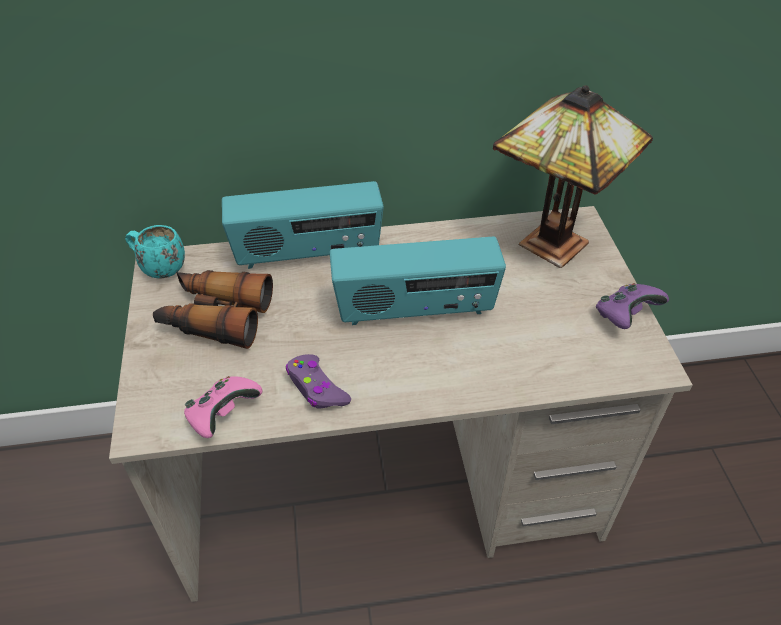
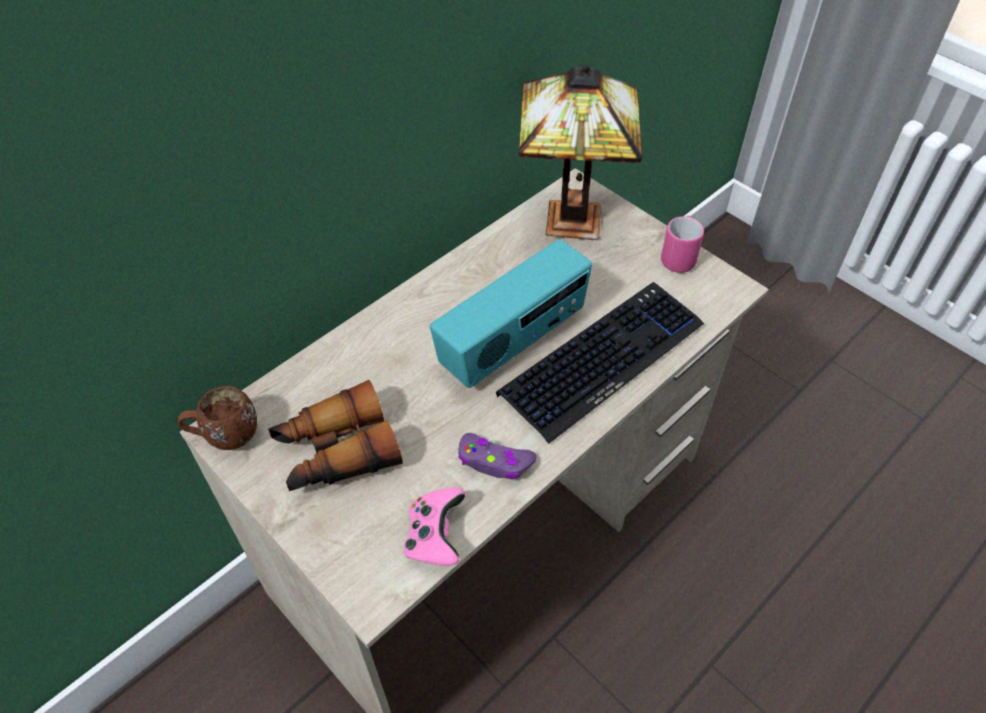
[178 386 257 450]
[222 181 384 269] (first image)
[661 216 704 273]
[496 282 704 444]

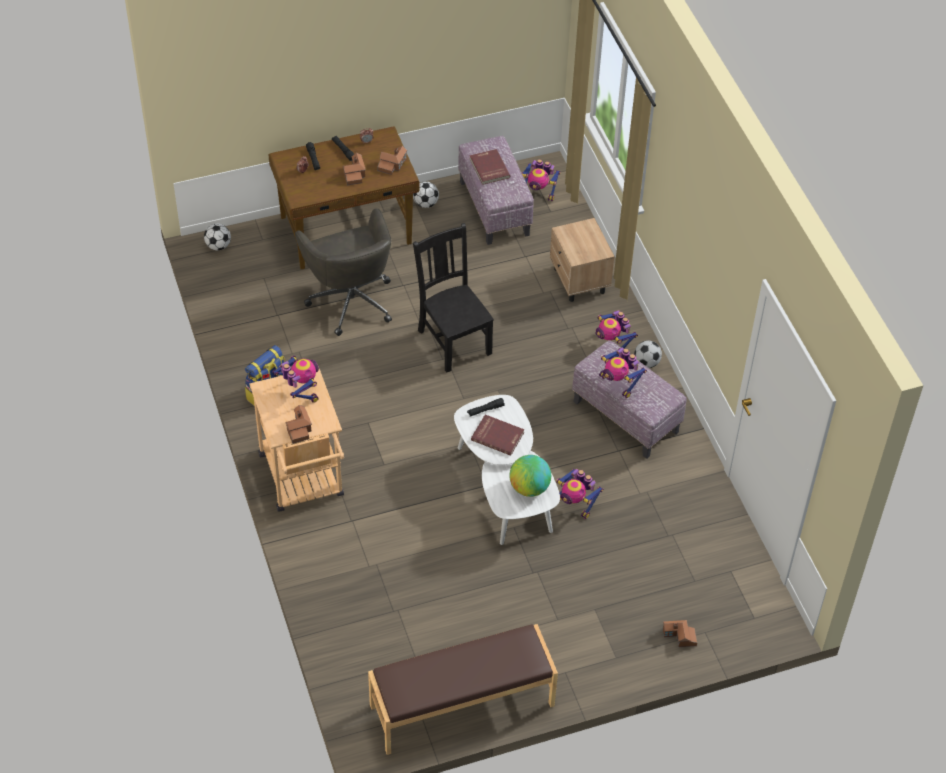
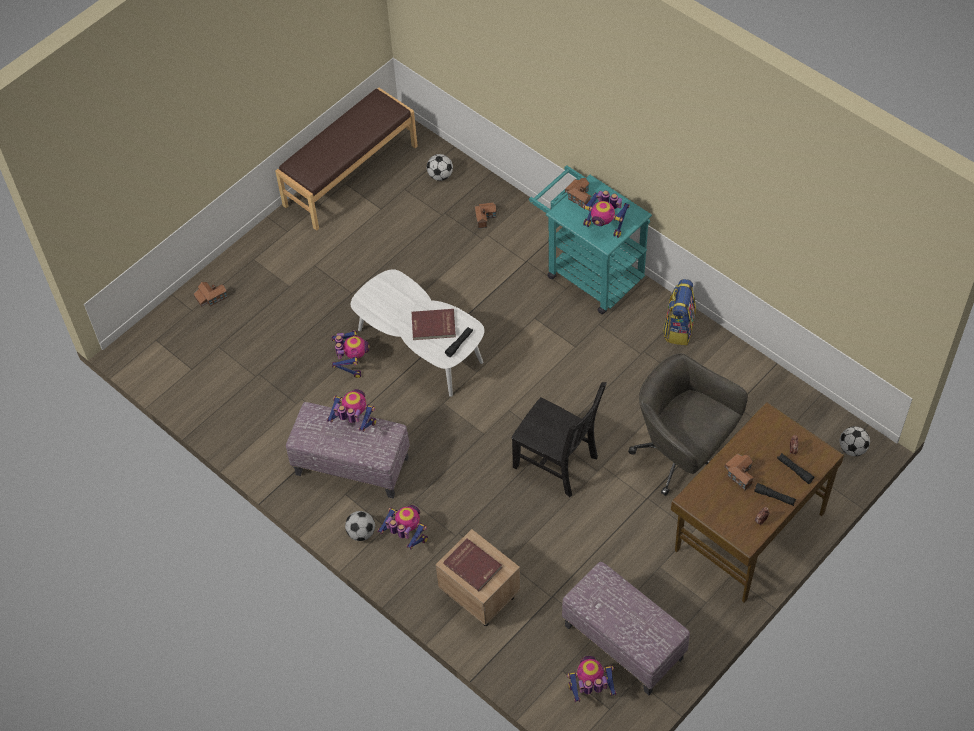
[529 165 652 314]
[475 202 497 229]
[427 154 453 181]
[443 538 502 591]
[509 455 551 497] (first image)
[332 330 370 378]

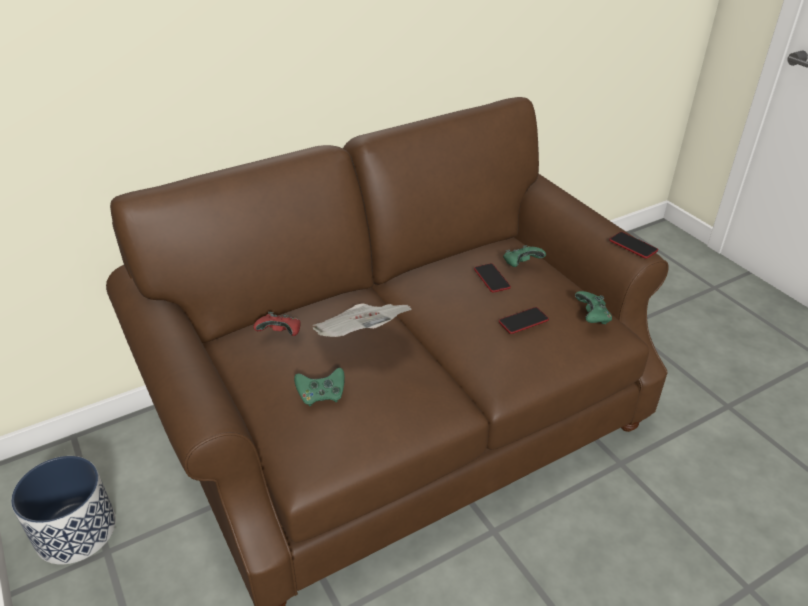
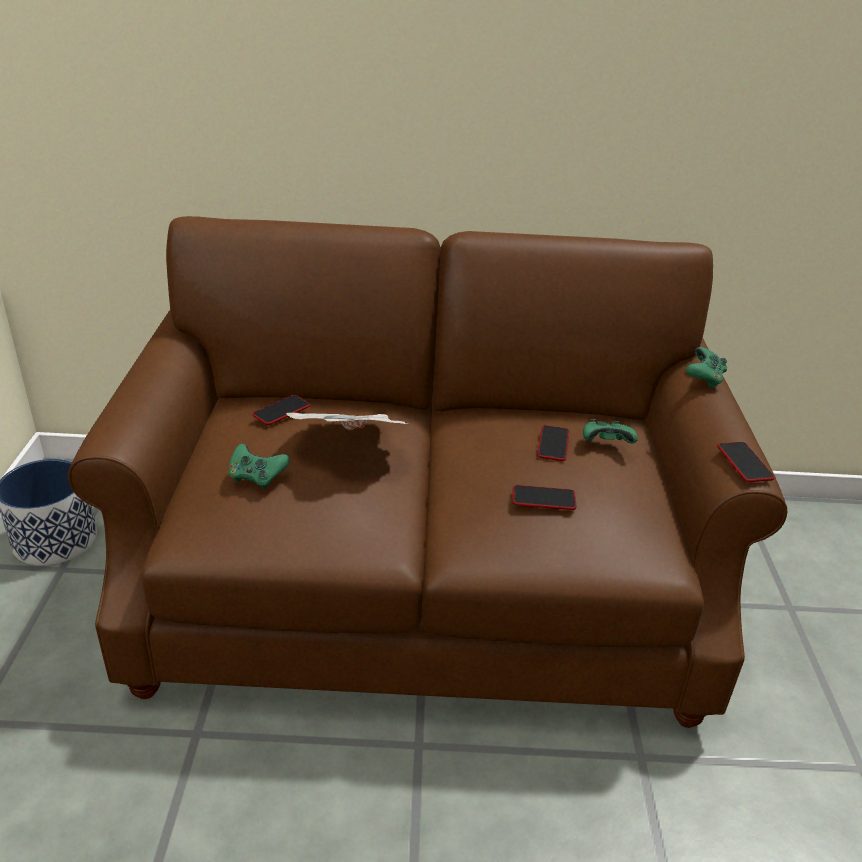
[252 395 310 425]
[686 347 727 388]

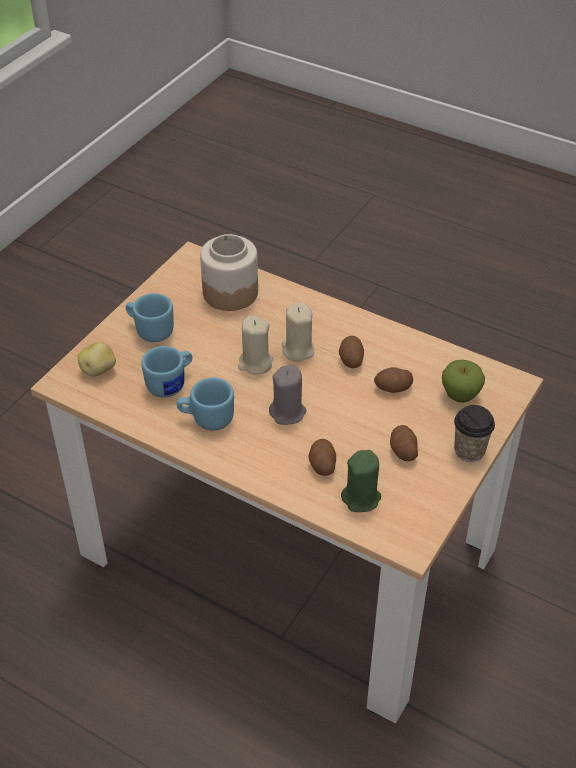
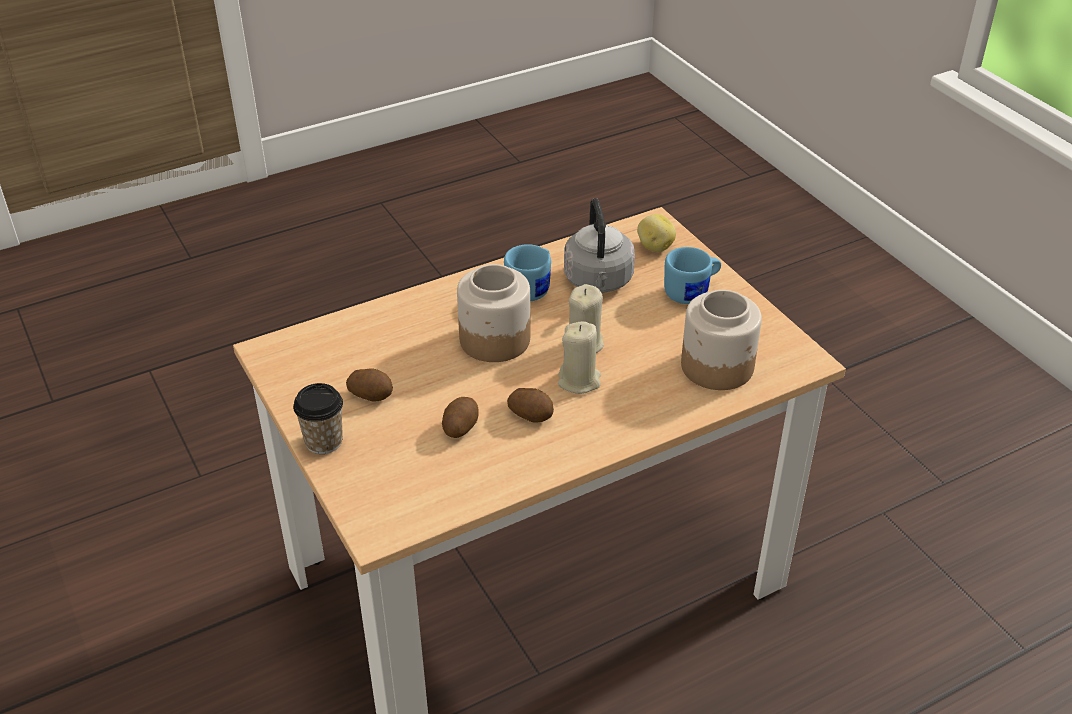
[564 198 635 293]
[457 264 530 362]
[309 439 336 476] (first image)
[341 450 381 512] (first image)
[442 360 485 403] (first image)

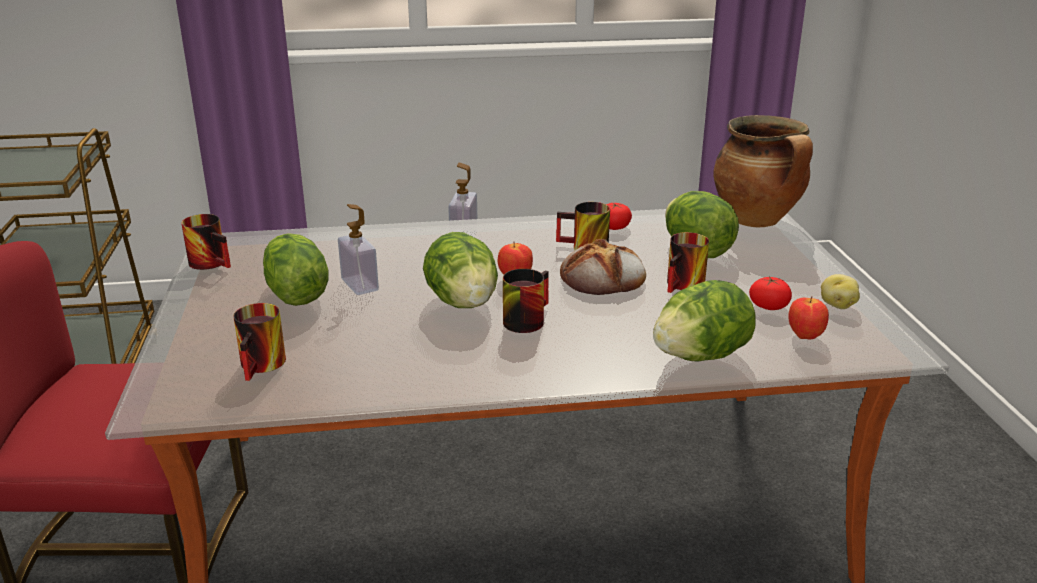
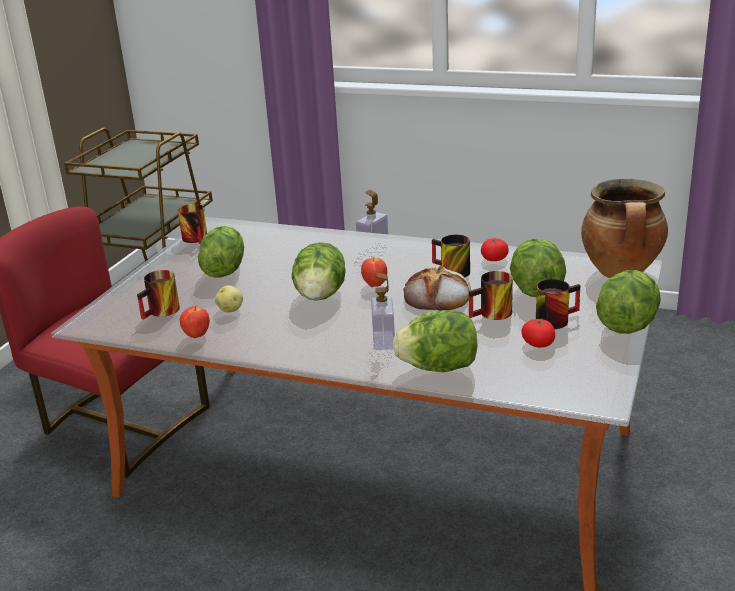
[371 273 395 350]
[536 279 581 329]
[180 306 210 338]
[215 285 243 312]
[596 270 661 334]

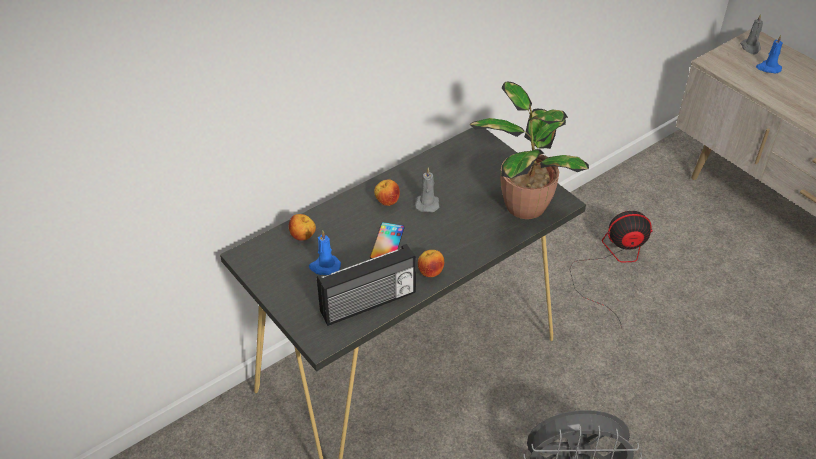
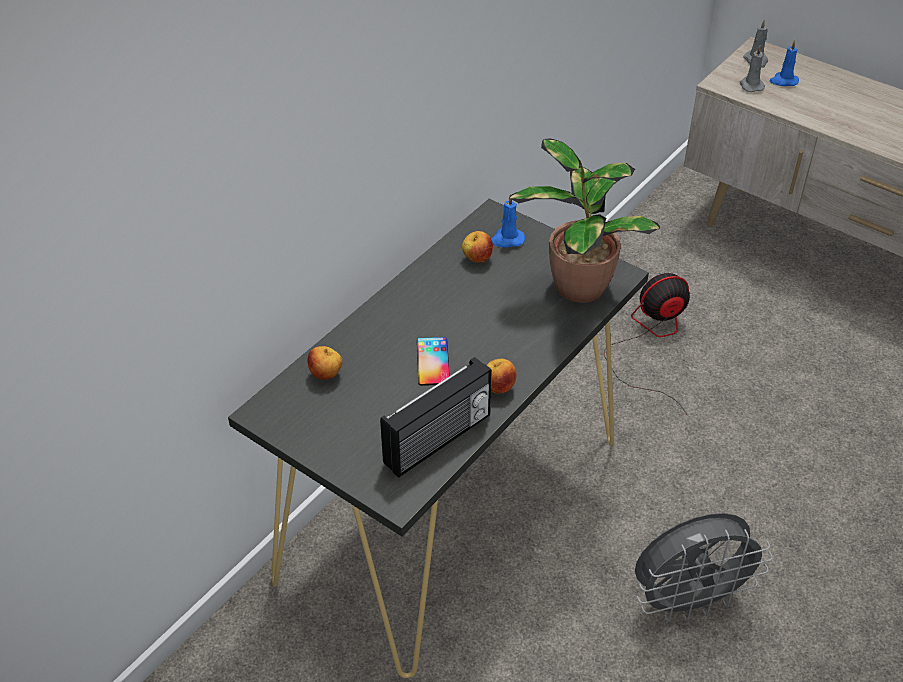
[491 194 525 248]
[462 231 493 263]
[740 46 765 92]

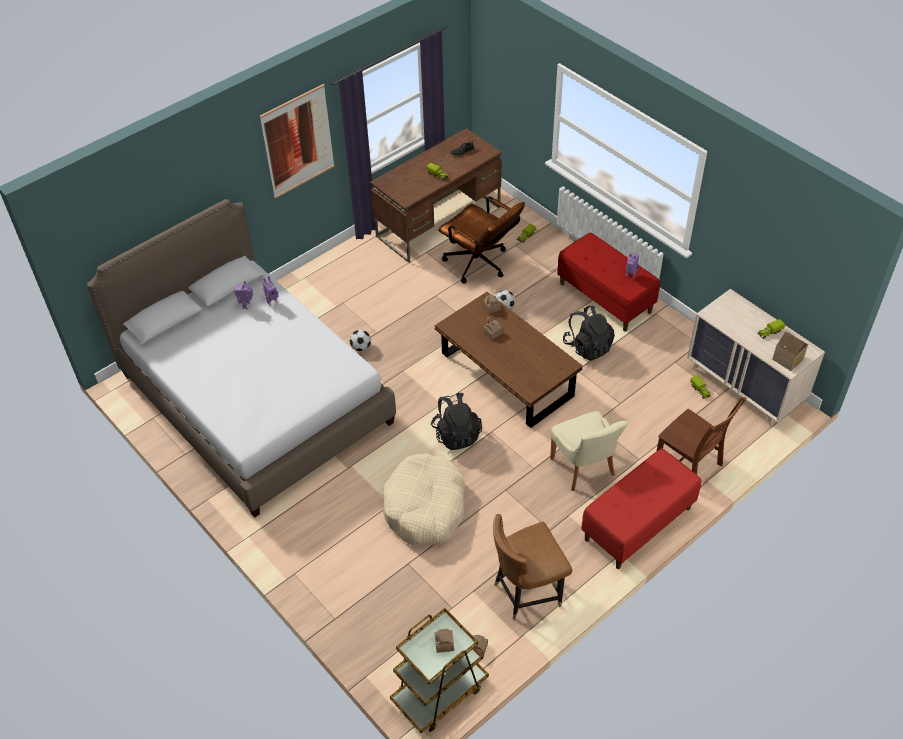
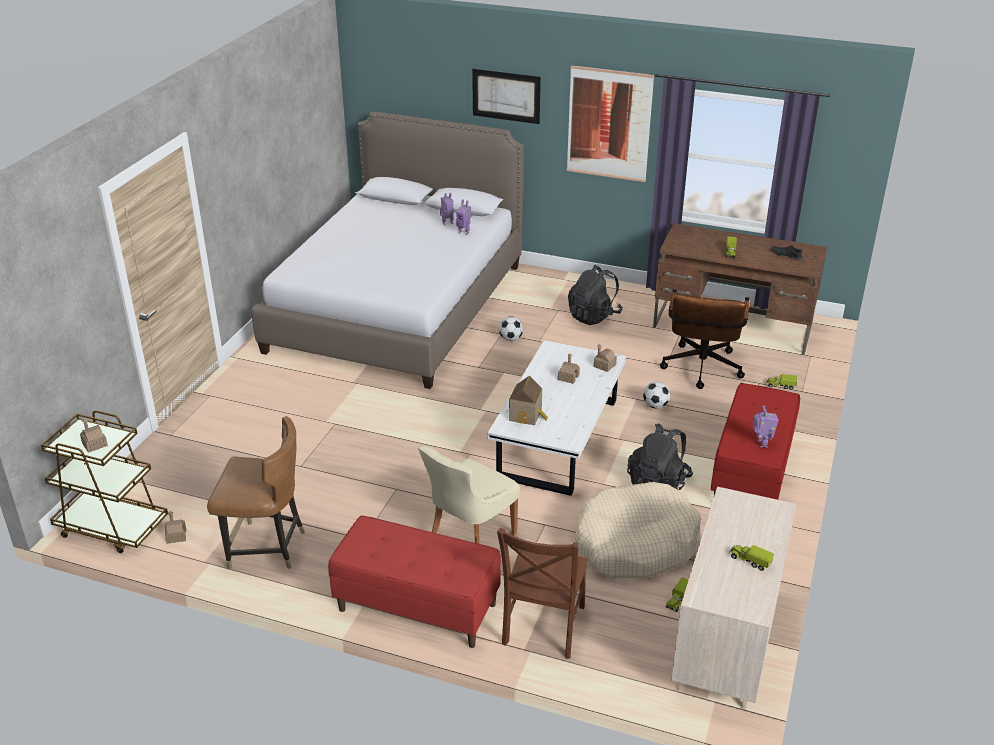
[575 482 701 579]
[568 265 623 325]
[488 340 626 496]
[207 416 305 569]
[509 376 548 425]
[472 69 541 124]

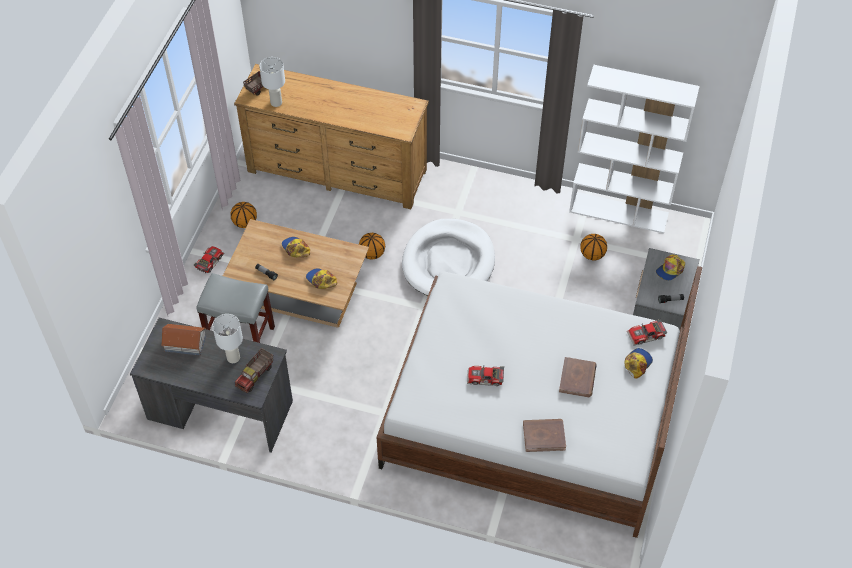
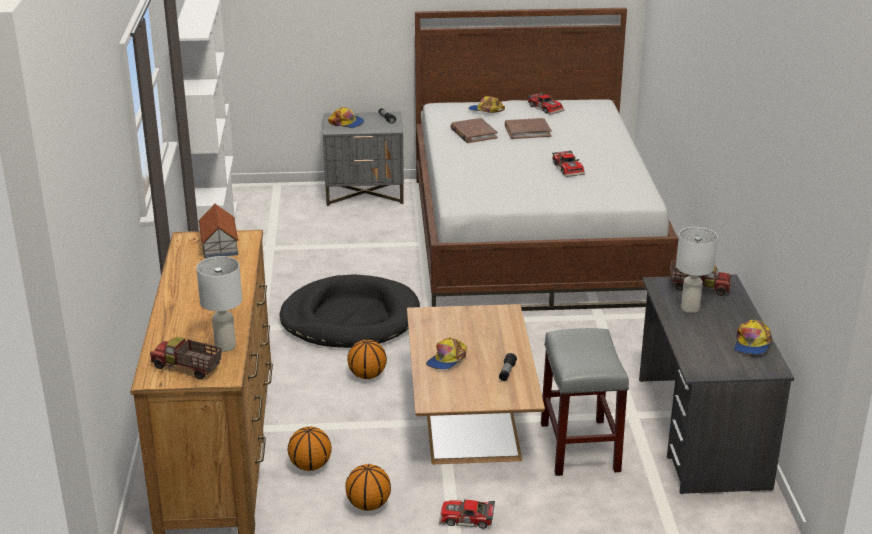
[198 204 239 259]
[734 320 772 355]
[280 274 420 348]
[451 118 498 143]
[288 426 332 471]
[527 92 564 115]

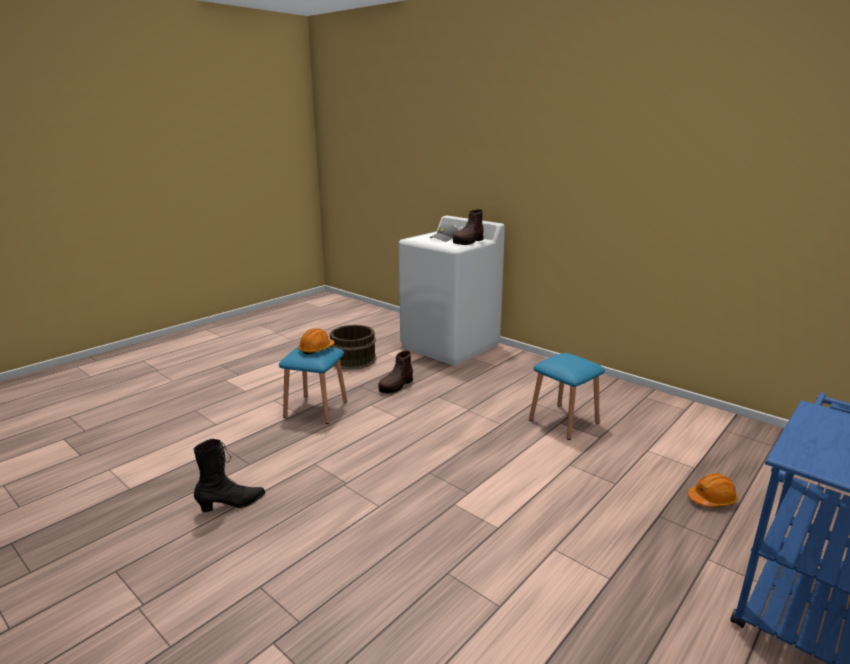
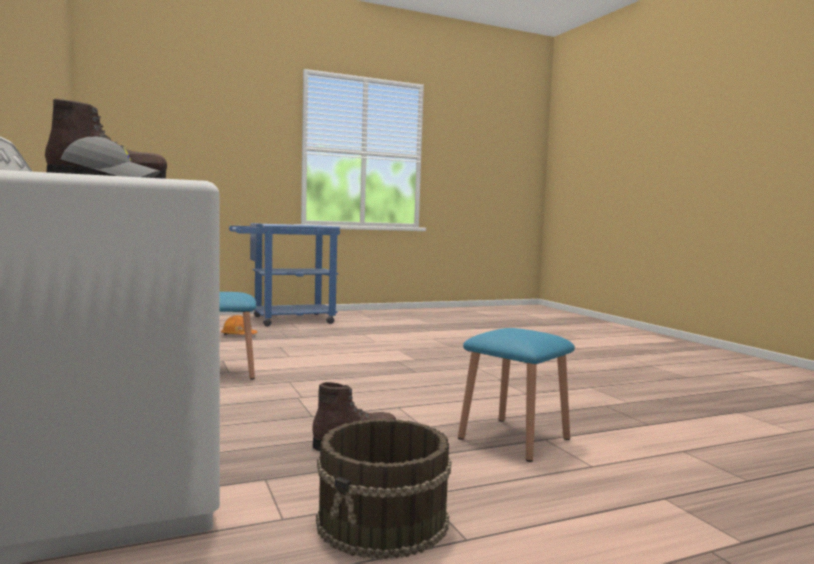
[193 439 265 512] (first image)
[298 328 335 355] (first image)

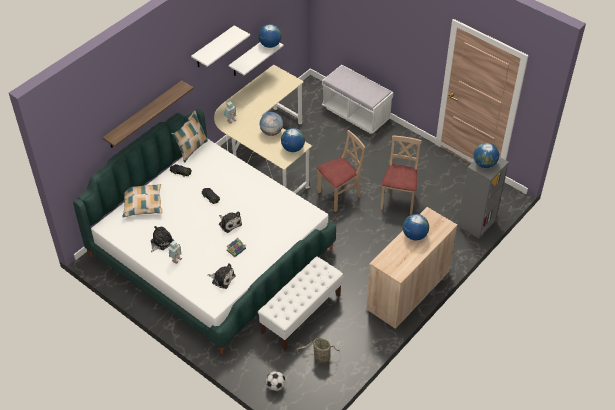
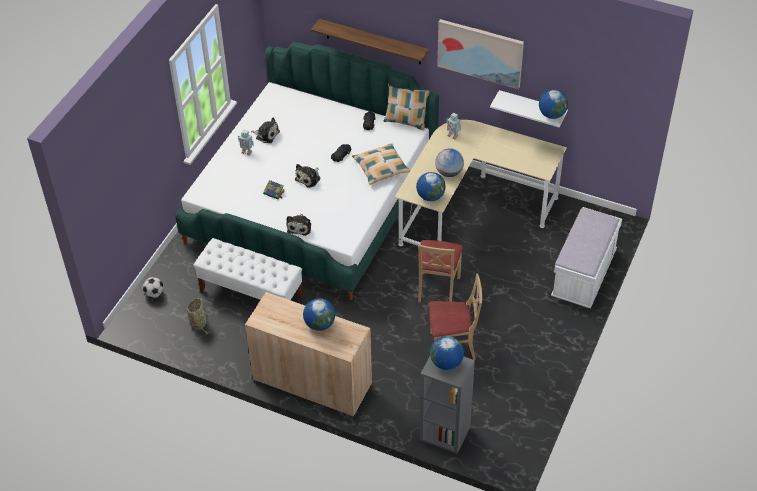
[352 143 410 185]
[437 19 524 89]
[287 214 311 236]
[418 240 463 302]

